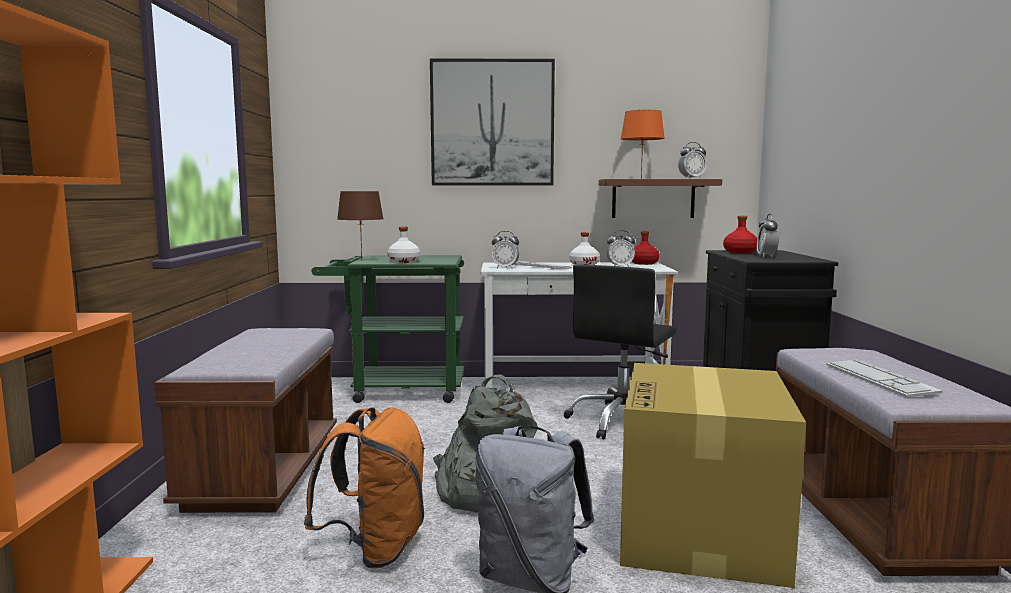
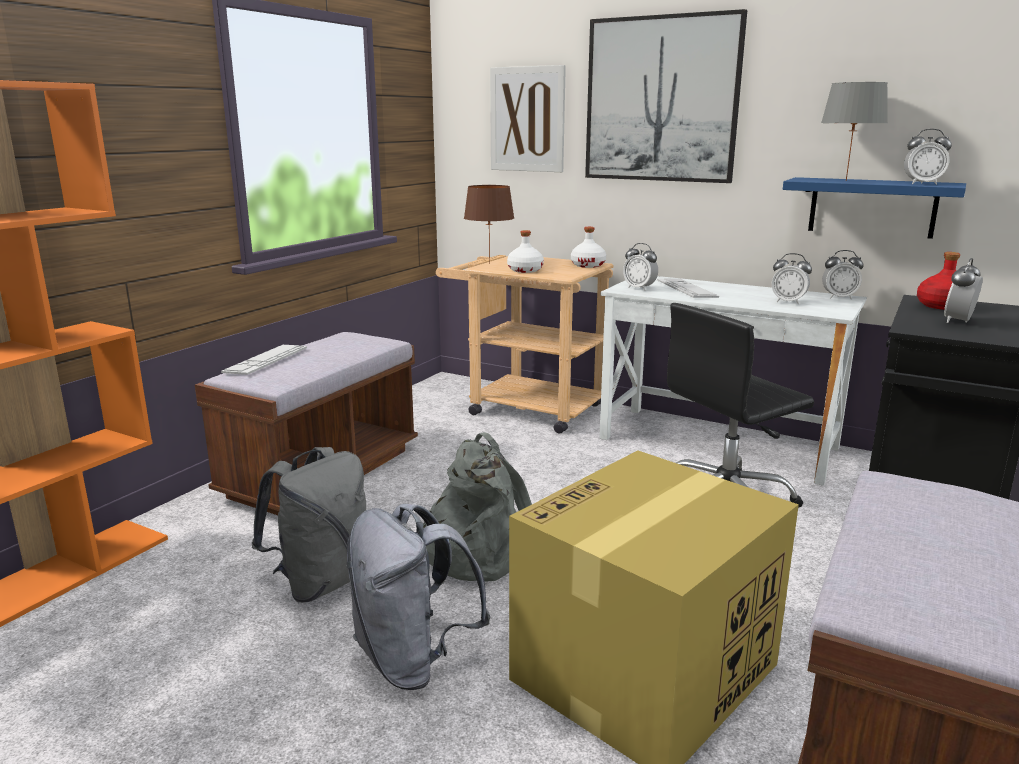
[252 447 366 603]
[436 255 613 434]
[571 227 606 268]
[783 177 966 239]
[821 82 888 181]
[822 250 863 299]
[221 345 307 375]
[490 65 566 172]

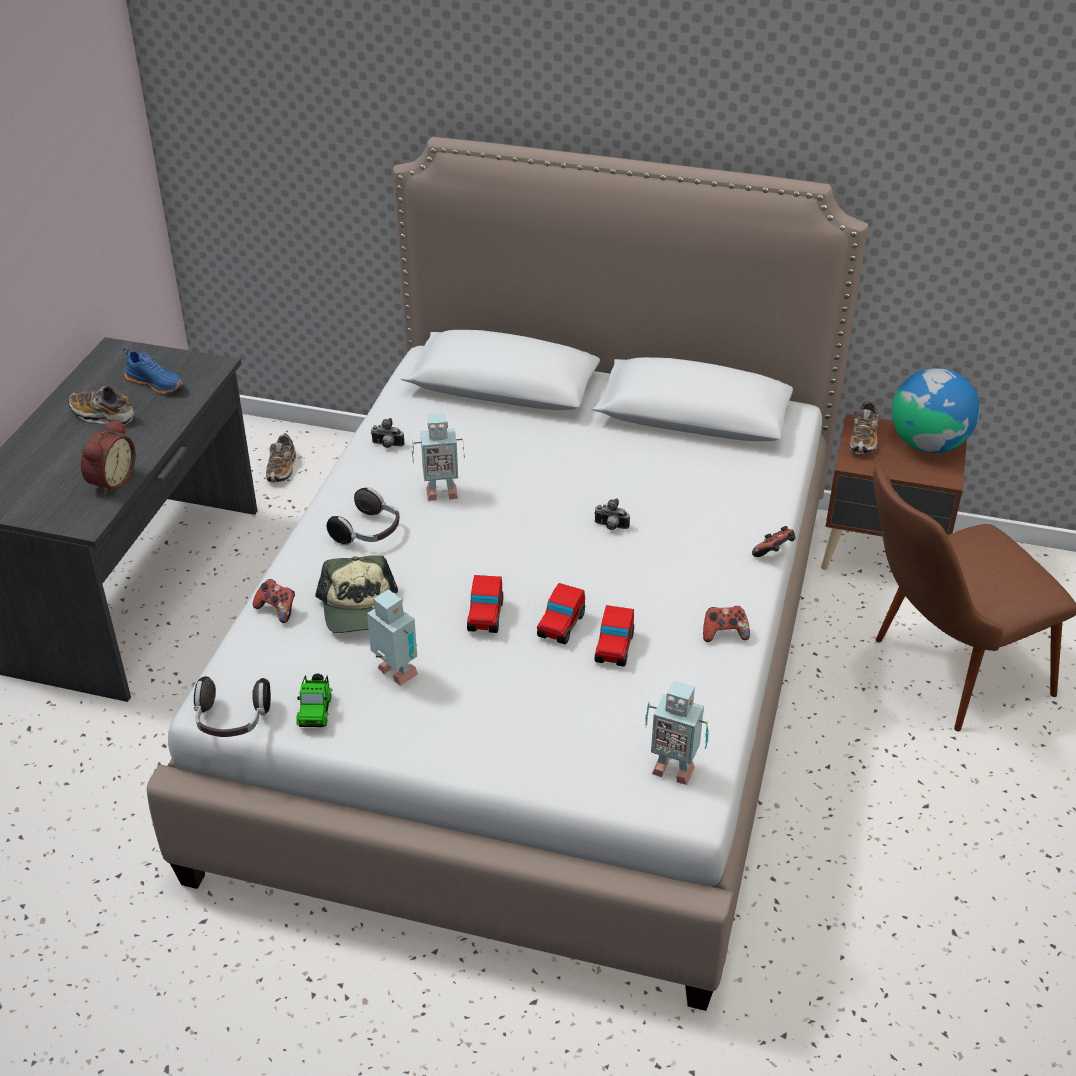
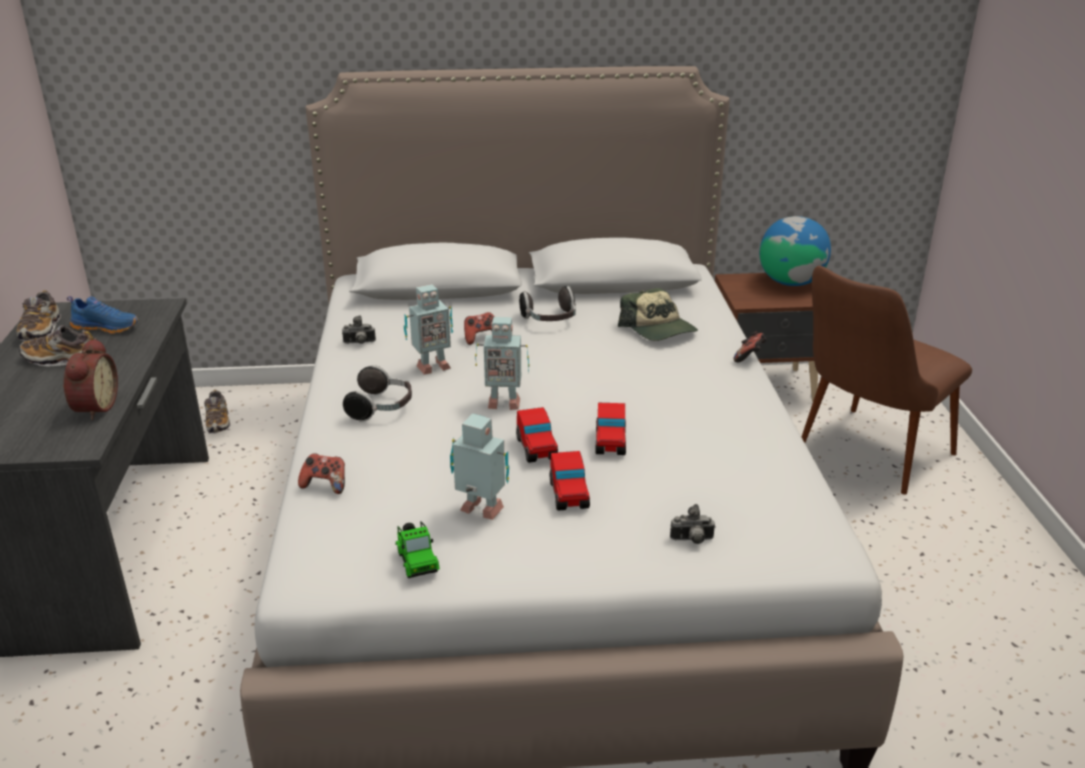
[519 286 576 321]
[618 288 698 341]
[670 504 716 544]
[550 451 590 511]
[475 317 529 410]
[464 312 495 345]
[17 291 61 341]

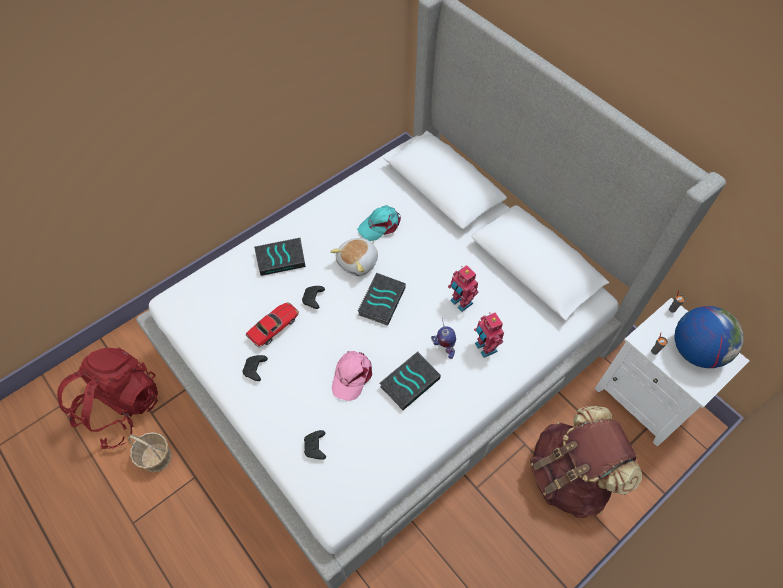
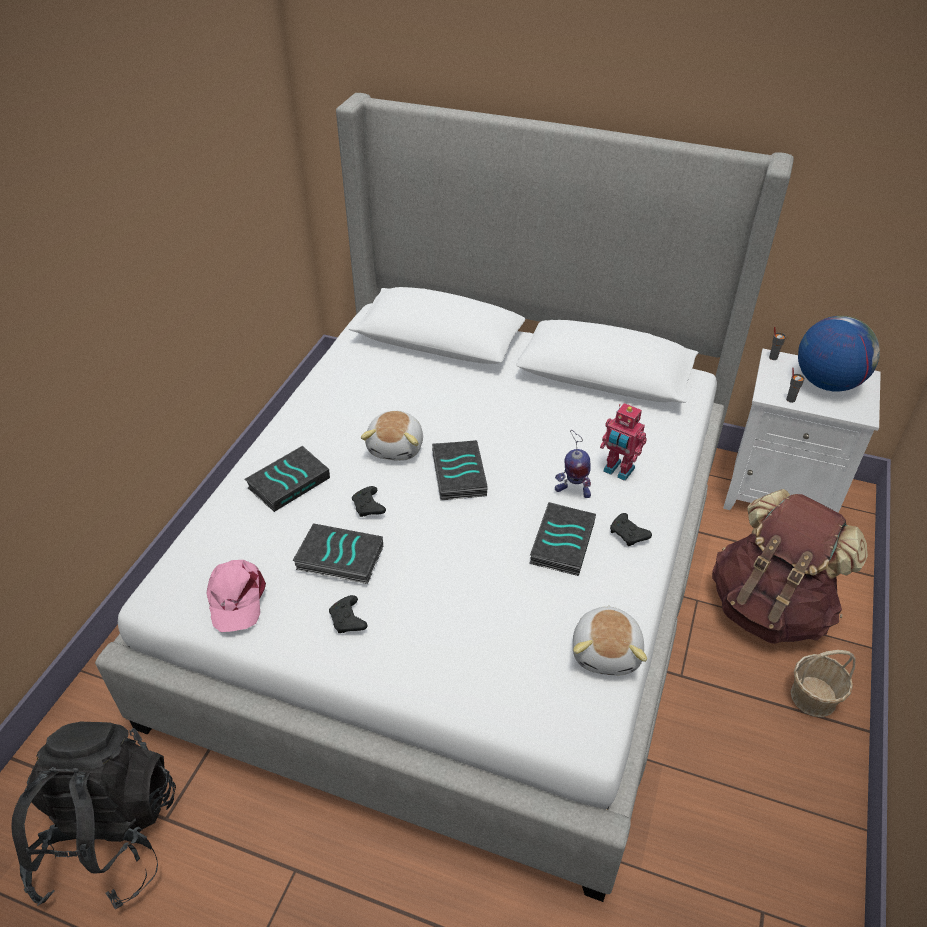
[11 722 176 909]
[791 650 856 717]
[293 523 383 584]
[610 513 652 546]
[207 560 266 632]
[357 205 401 241] (first image)
[448 265 479 312] (first image)
[573 605 647 675]

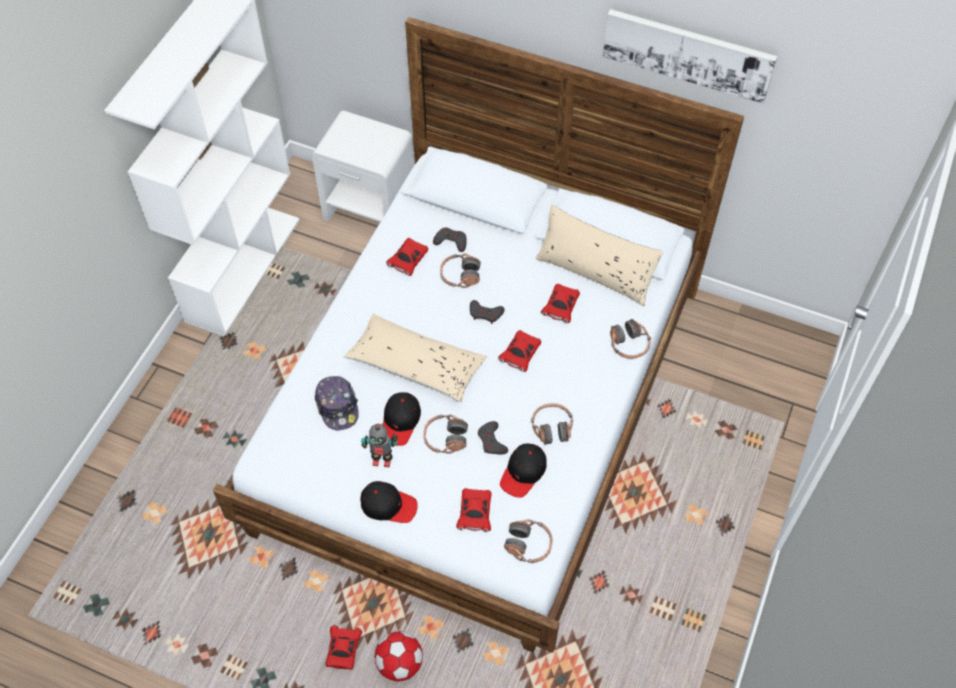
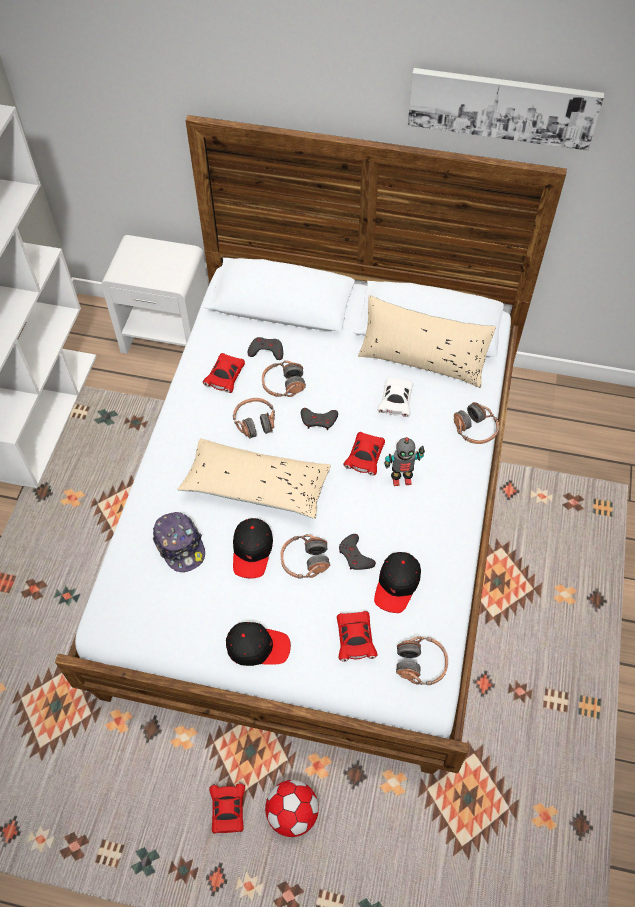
[384 437 425 486]
[233 398 275 439]
[377 377 413 417]

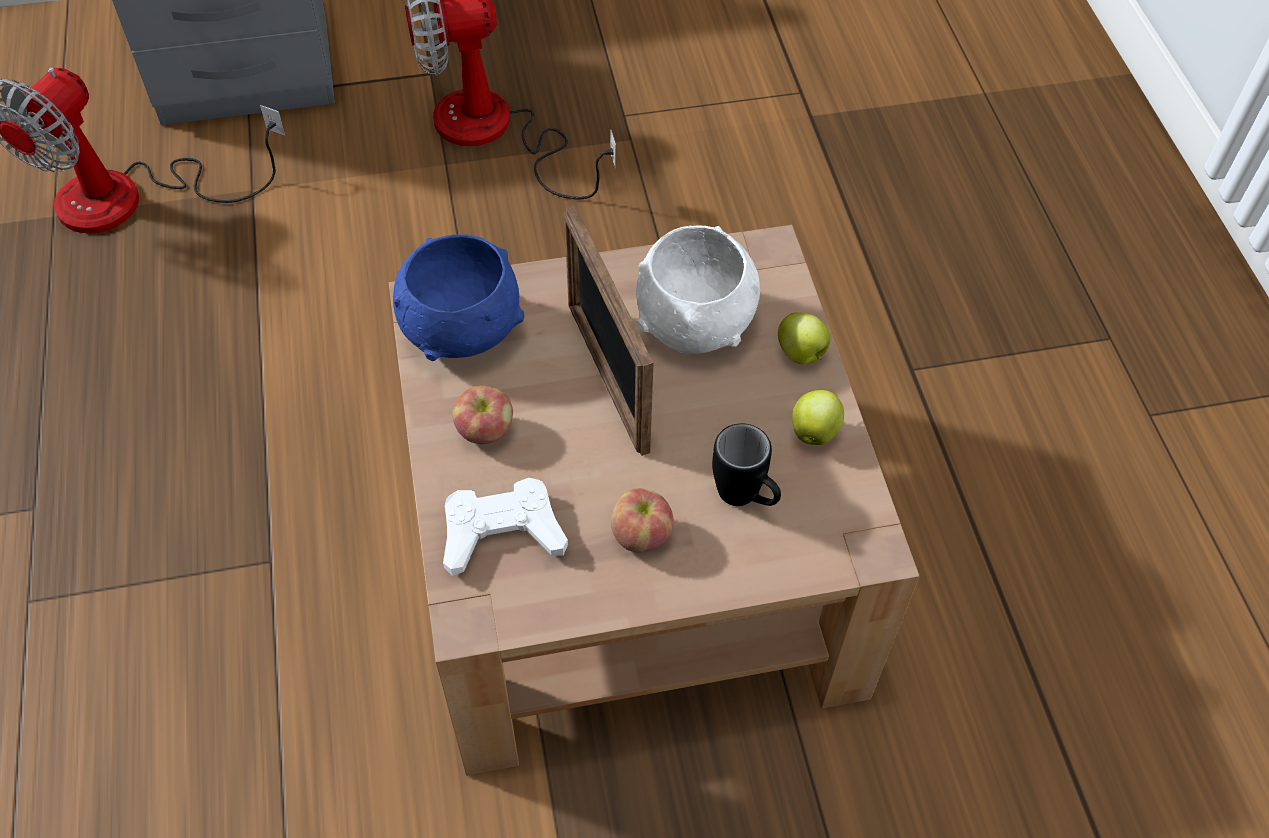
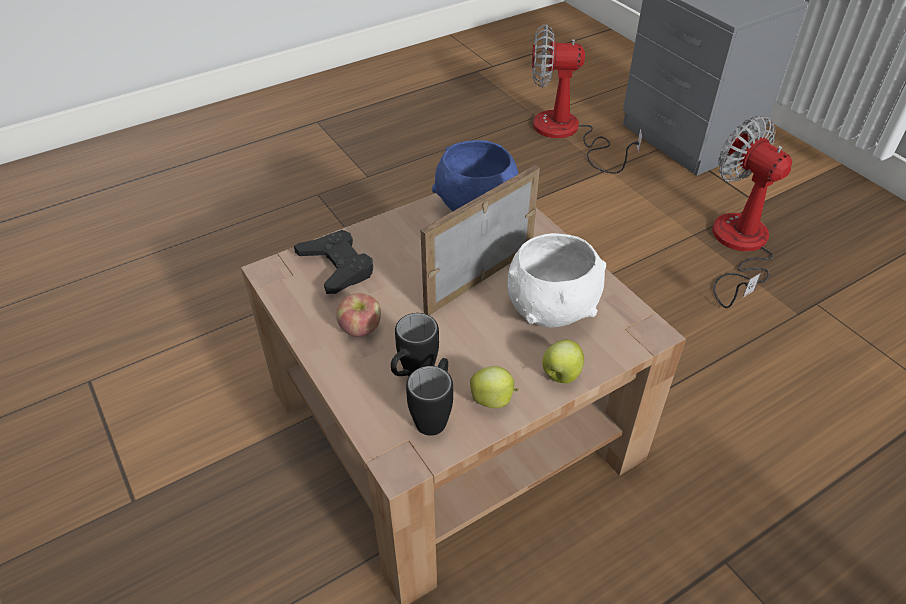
[294 230 373 294]
[452 386 513 444] (first image)
[406 358 453 436]

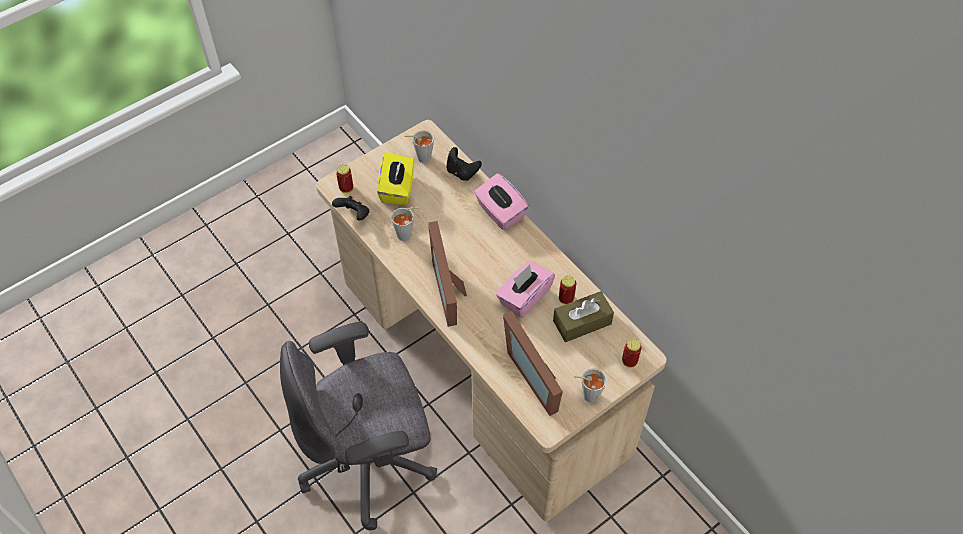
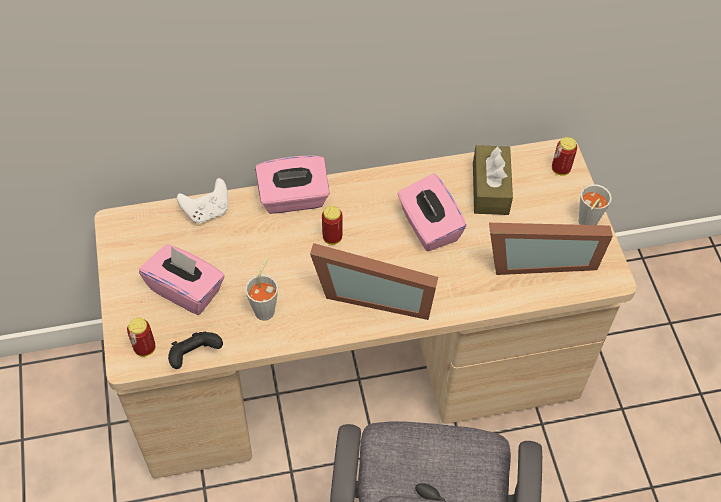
[139 244 225 315]
[405 130 434 163] (first image)
[177 178 228 223]
[322 205 343 245]

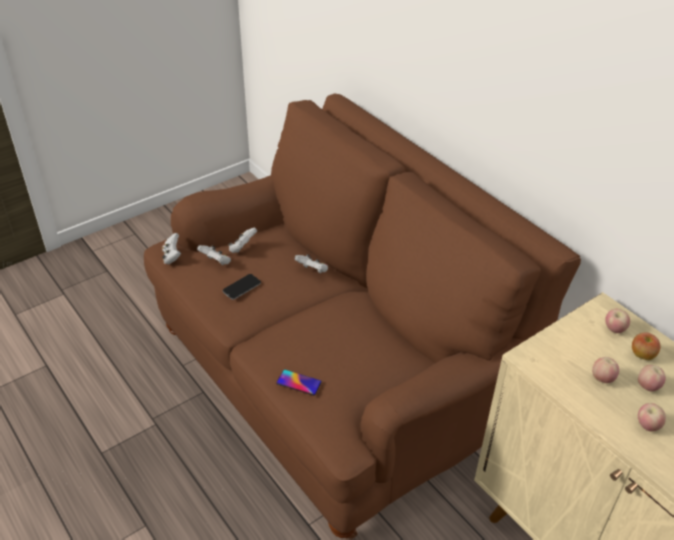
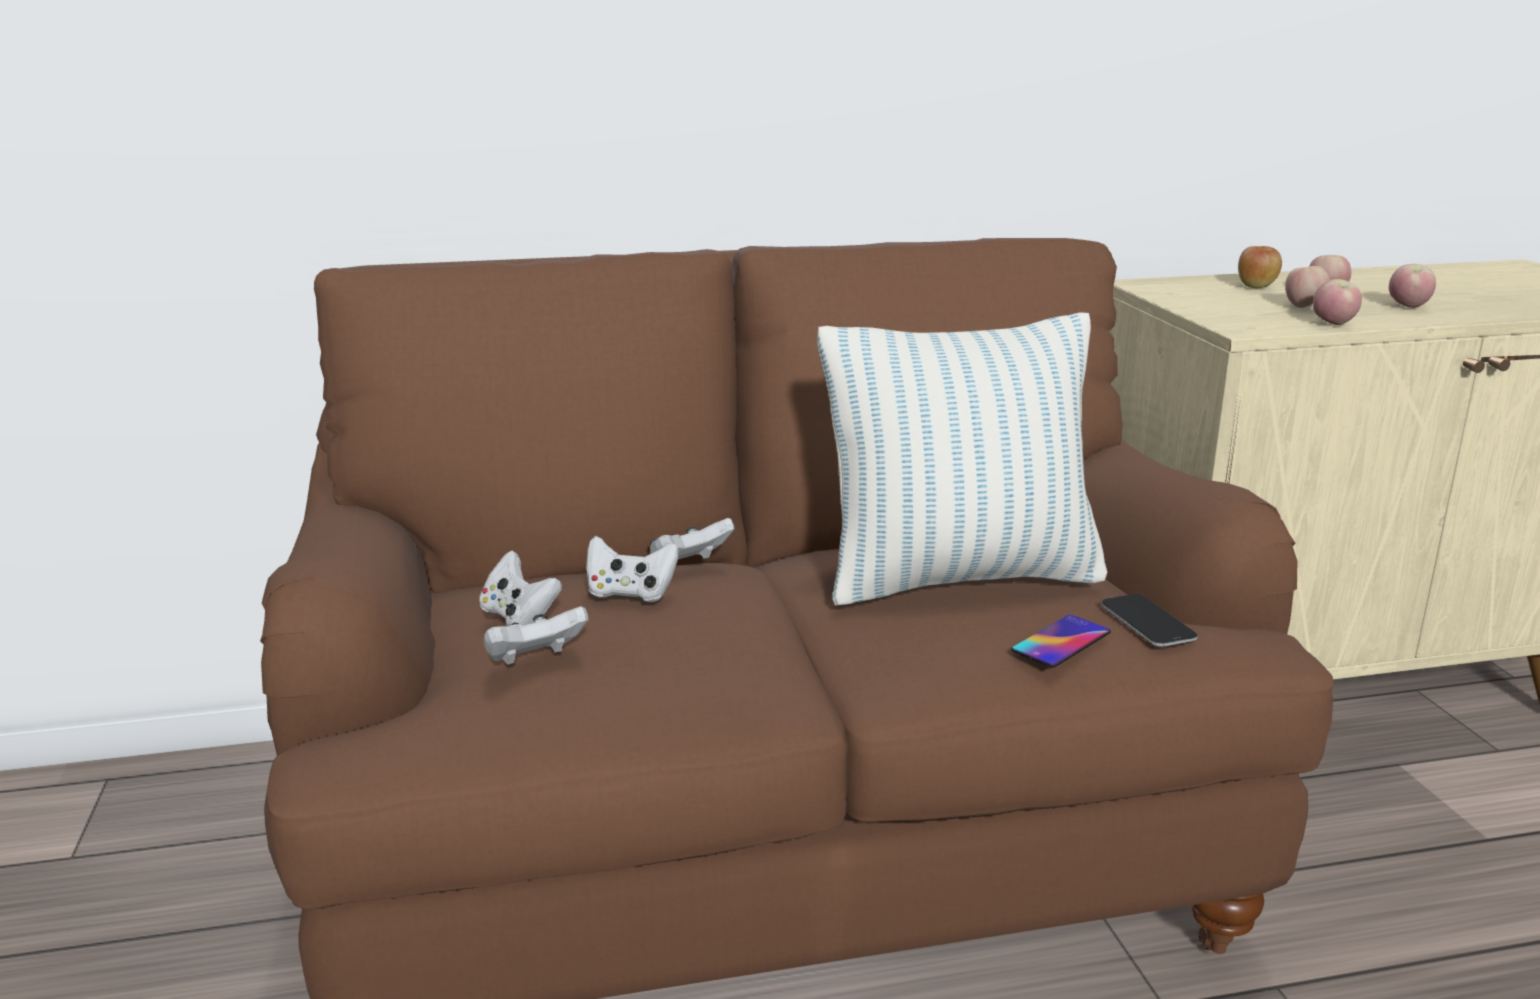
[586 536 679 602]
[1101 594 1198 647]
[1313 279 1362 325]
[817 312 1107 605]

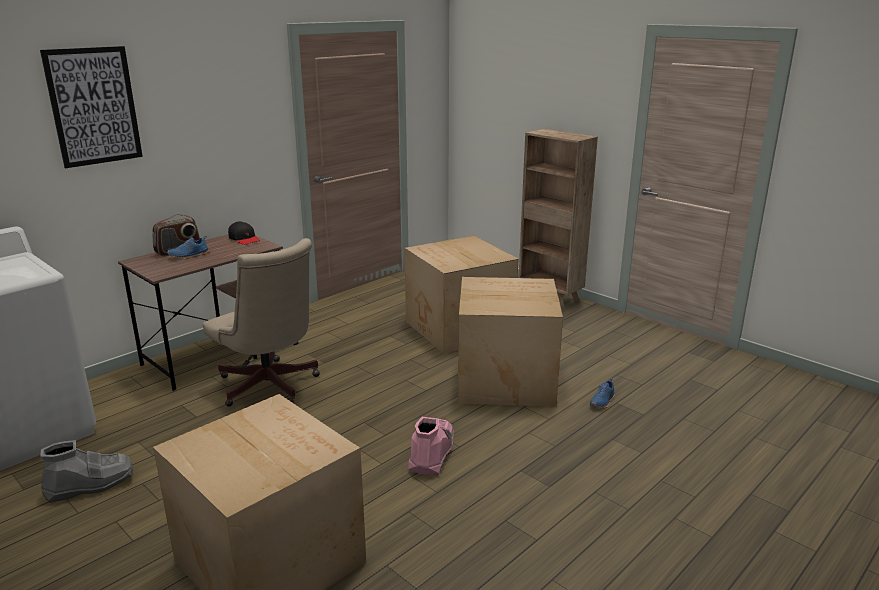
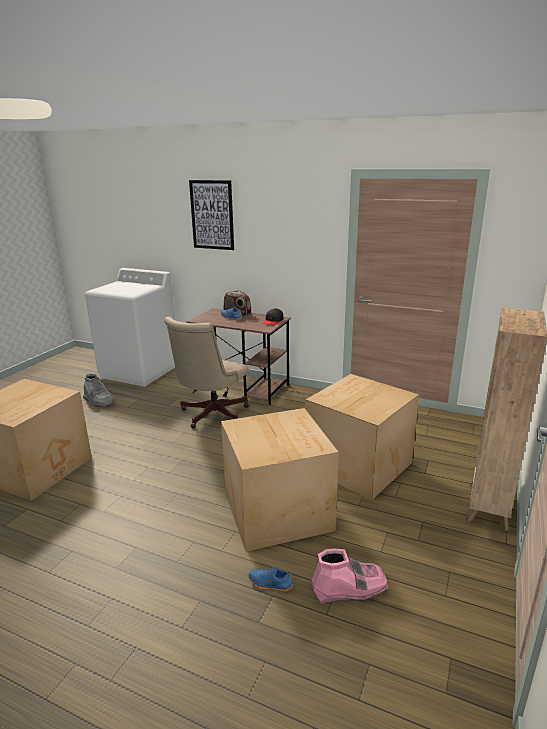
[311 548 388 604]

